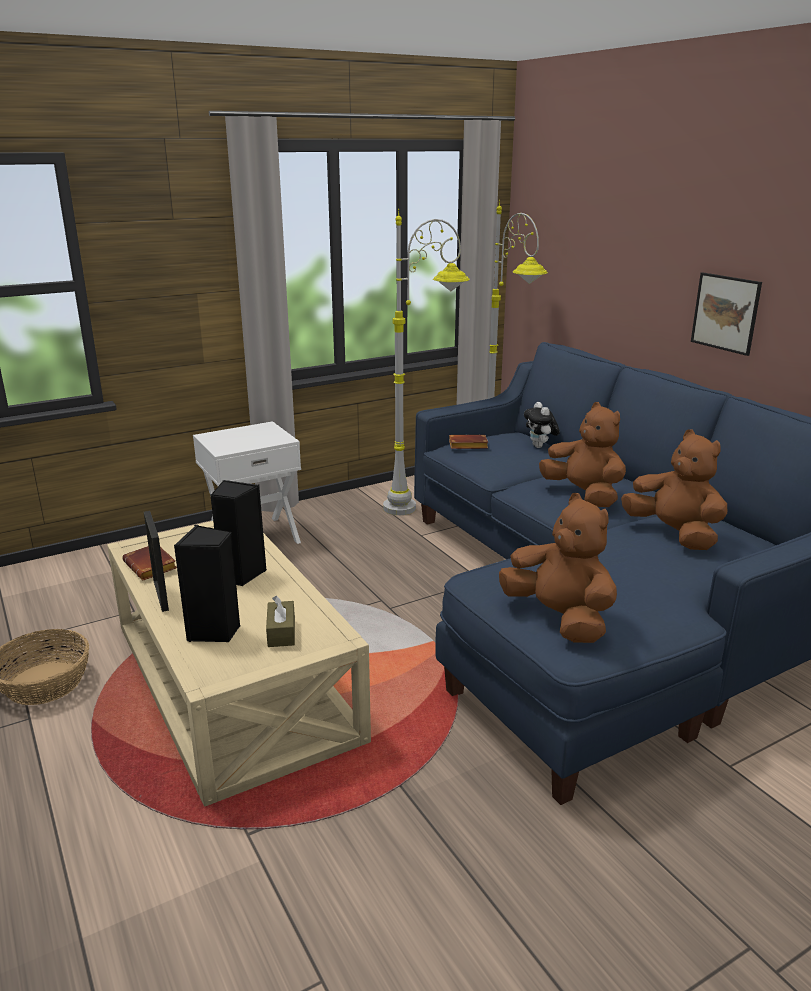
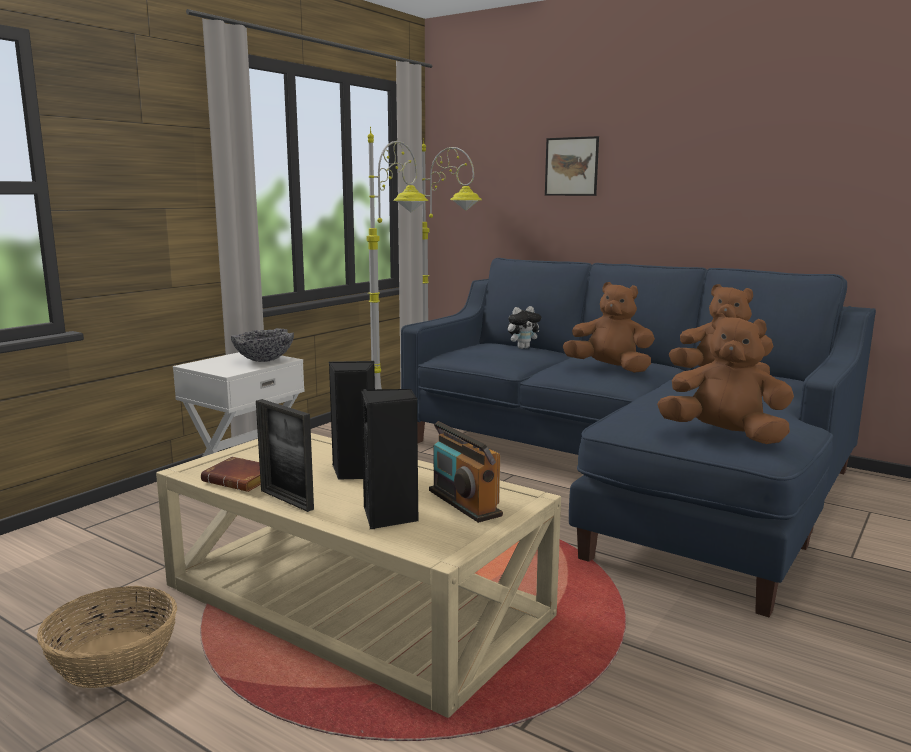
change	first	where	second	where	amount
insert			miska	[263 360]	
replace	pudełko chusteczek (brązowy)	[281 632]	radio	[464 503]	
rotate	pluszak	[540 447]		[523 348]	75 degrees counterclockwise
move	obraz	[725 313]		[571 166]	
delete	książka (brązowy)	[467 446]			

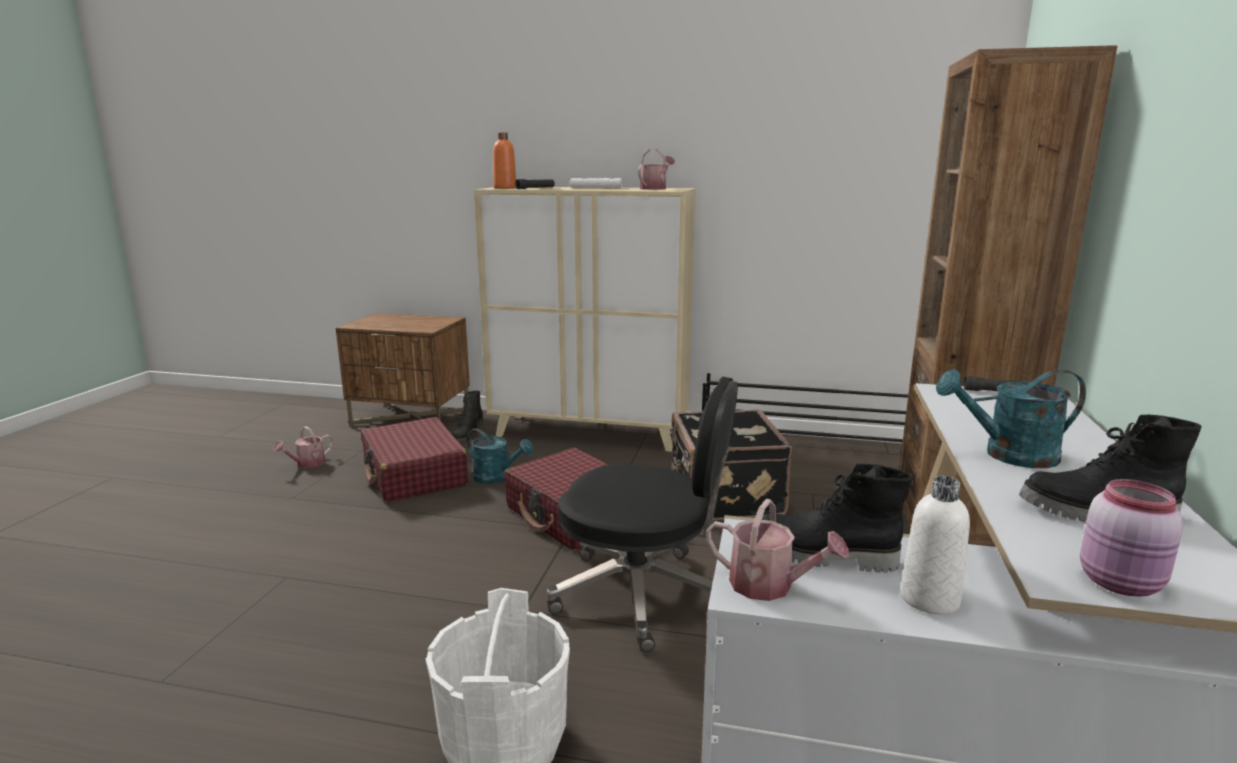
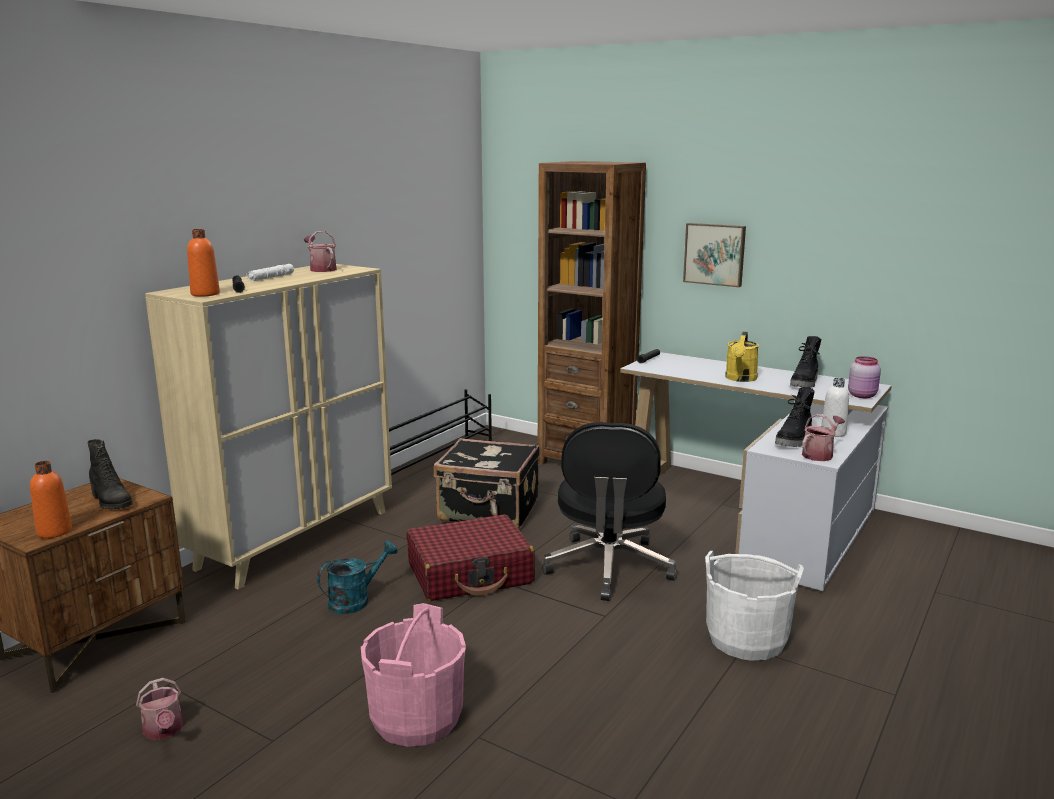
change	first	where	second	where	amount
insert			butelka (pomarańczowy)	[54 532]	
move	but z cholewką (czarny)	[466 436]		[111 502]	
insert			wiadro (różowy)	[416 718]	
rotate	krzesło biurowe (czarny)	[643 594]		[609 568]	150 degrees clockwise
insert			obraz	[715 254]	
recolor	konewka (turkusowy)	[1008 456]	konewka (żółty)	[740 379]	
delete	walizka (czerwony)	[414 474]			

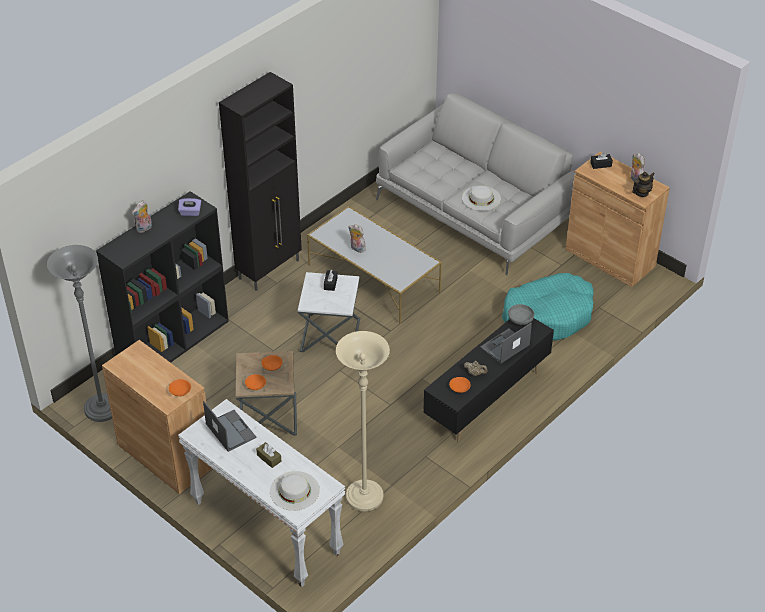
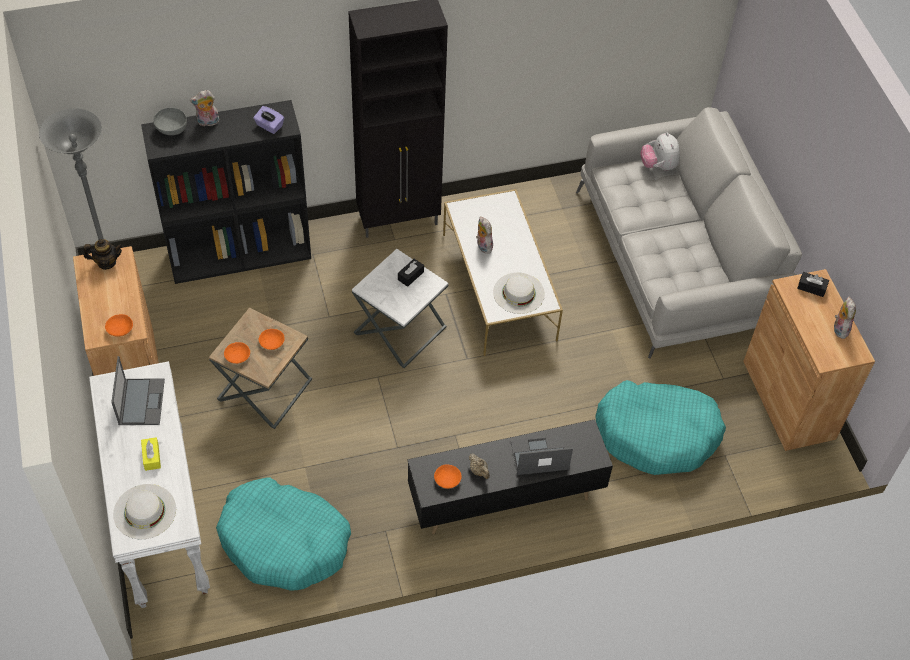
change	first	where	second	where	amount
move	imbryk	[641 193]		[106 262]	
recolor	pudełko chusteczek (brązowy)	[269 458]	pudełko chusteczek (żółty)	[151 457]	
move	miska (szary)	[520 320]		[171 129]	
replace	lampa stojąca (beżowy)	[364 497]	legowisko (turkusowy)	[284 542]	
move	kapelusz (biały)	[481 198]		[518 293]	
insert			pluszak	[658 166]	

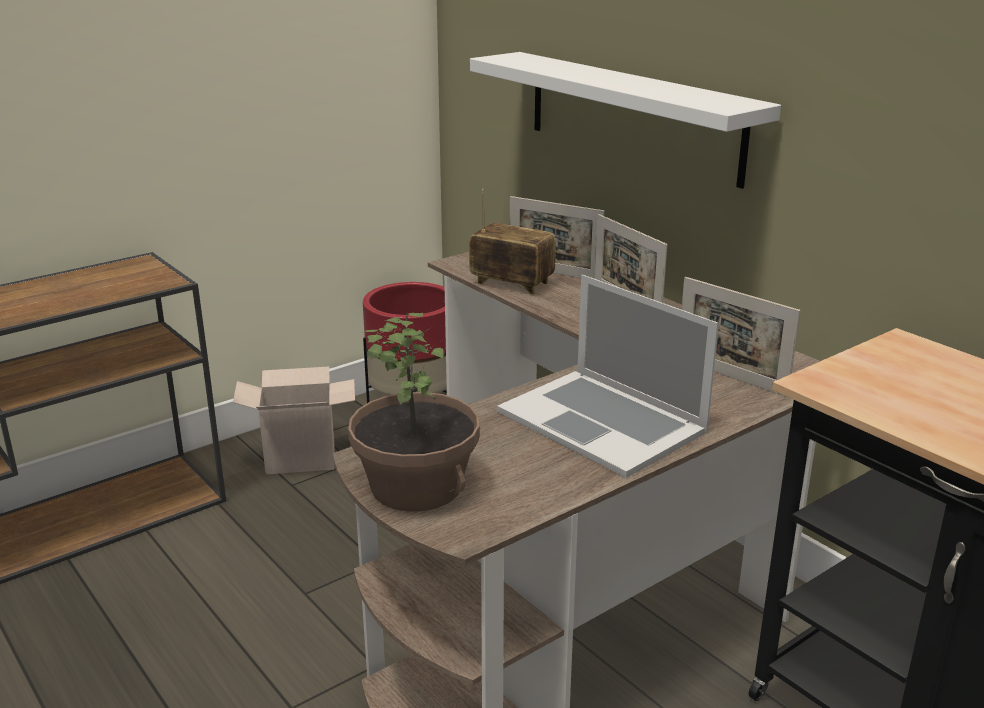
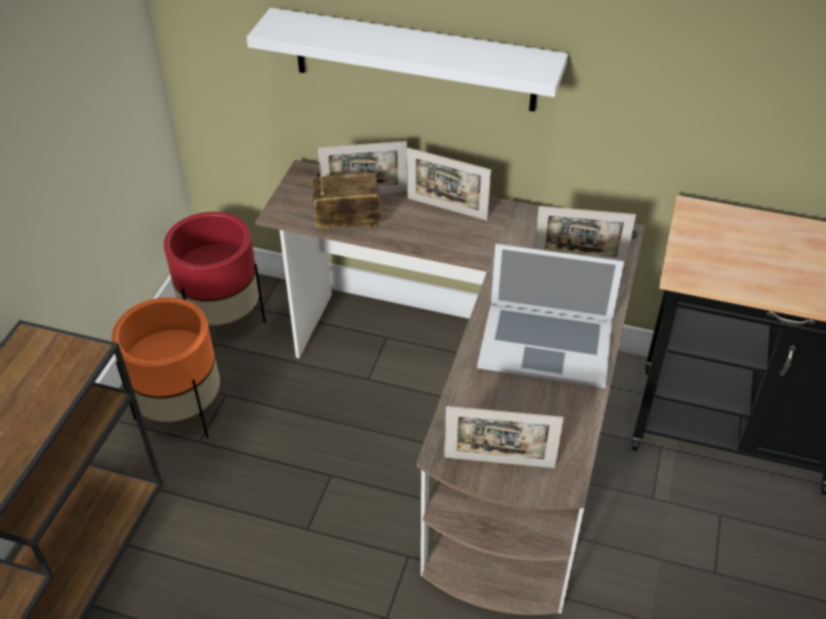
change	first	where	second	where	amount
replace	karton	[303 458]	donica (pomarańczowy)	[181 411]	
replace	roślina doniczkowa	[417 486]	ramka na zdjęcie	[499 462]	

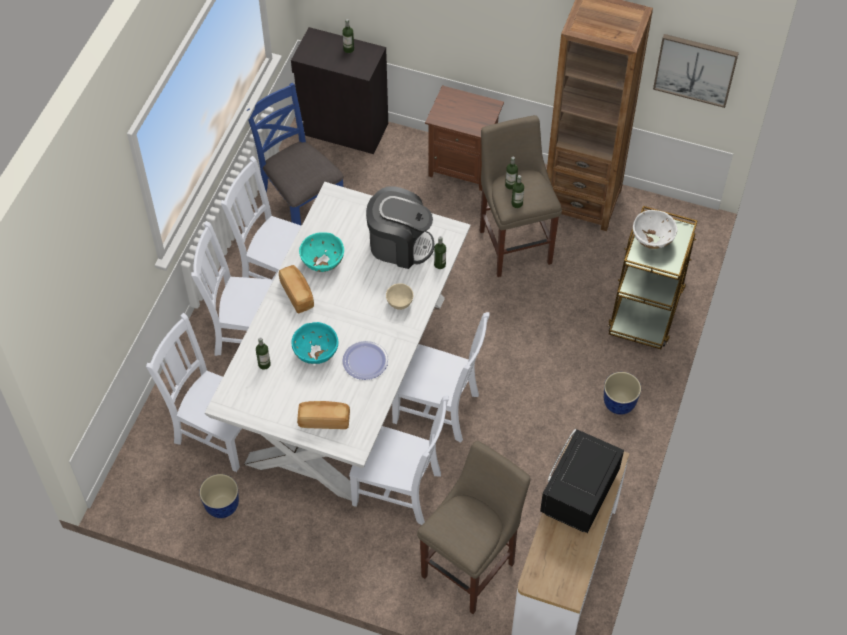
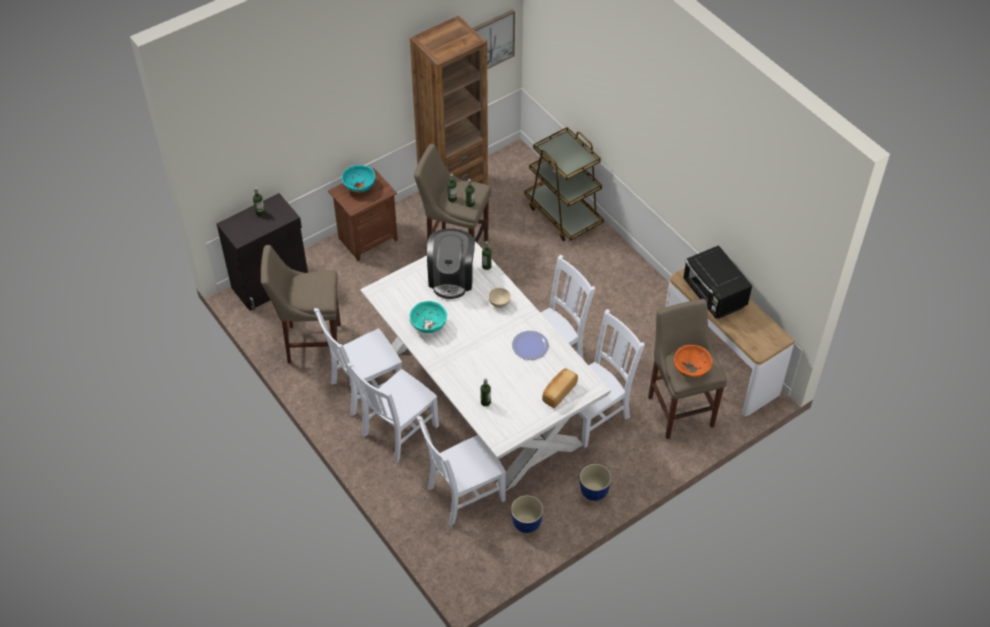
change	first	where	second	where	amount
replace	krzesło (niebieski)	[300 202]	stołek (beżowy)	[310 343]	
move	miska (turkusowy)	[316 353]		[359 187]	
rotate	ekspres do kawy	[399 244]		[451 278]	135 degrees clockwise
move	donica	[618 404]		[594 492]	
insert			miska (pomarańczowy)	[691 370]	
delete	chleb	[298 294]			
delete	miska (biały)	[652 240]			

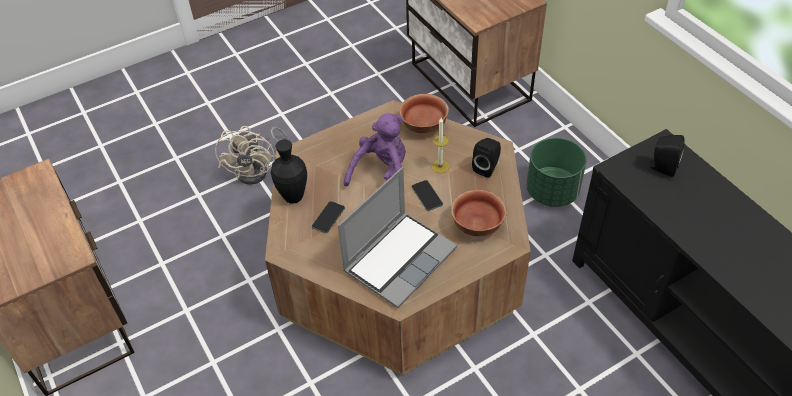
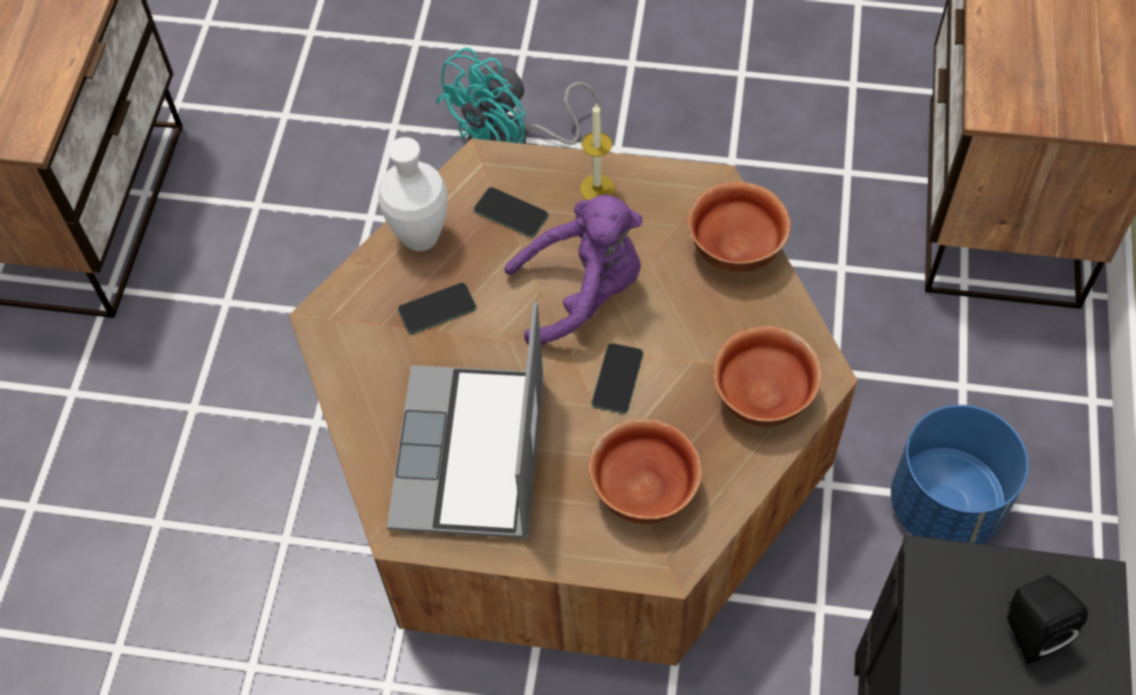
change	first	where	second	where	amount
recolor	wazon (czarny)	[293 197]	wazon (biały)	[420 238]	
rotate	laptop	[399 258]		[472 456]	105 degrees clockwise
recolor	wentylator (beżowy)	[258 170]	wentylator (turkusowy)	[512 141]	
insert			telefon	[511 213]	
move	świeca	[440 166]		[597 188]	
replace	głośnik (czarny)	[487 167]	miska	[764 398]	
recolor	donica (zielony)	[552 191]	donica (niebieski)	[945 505]	

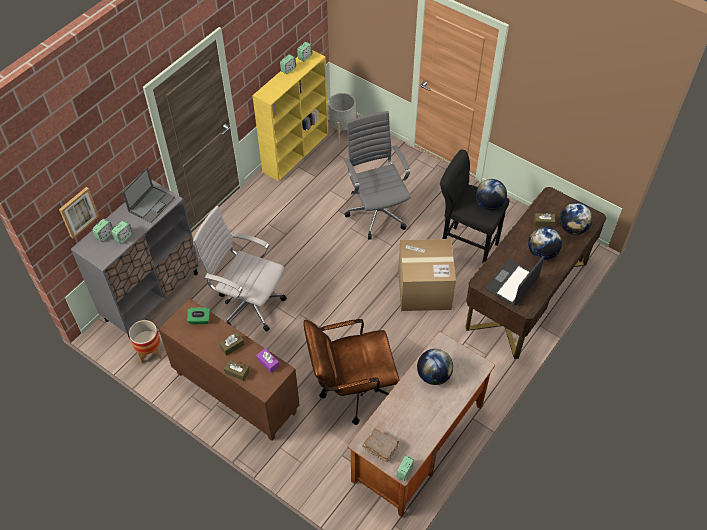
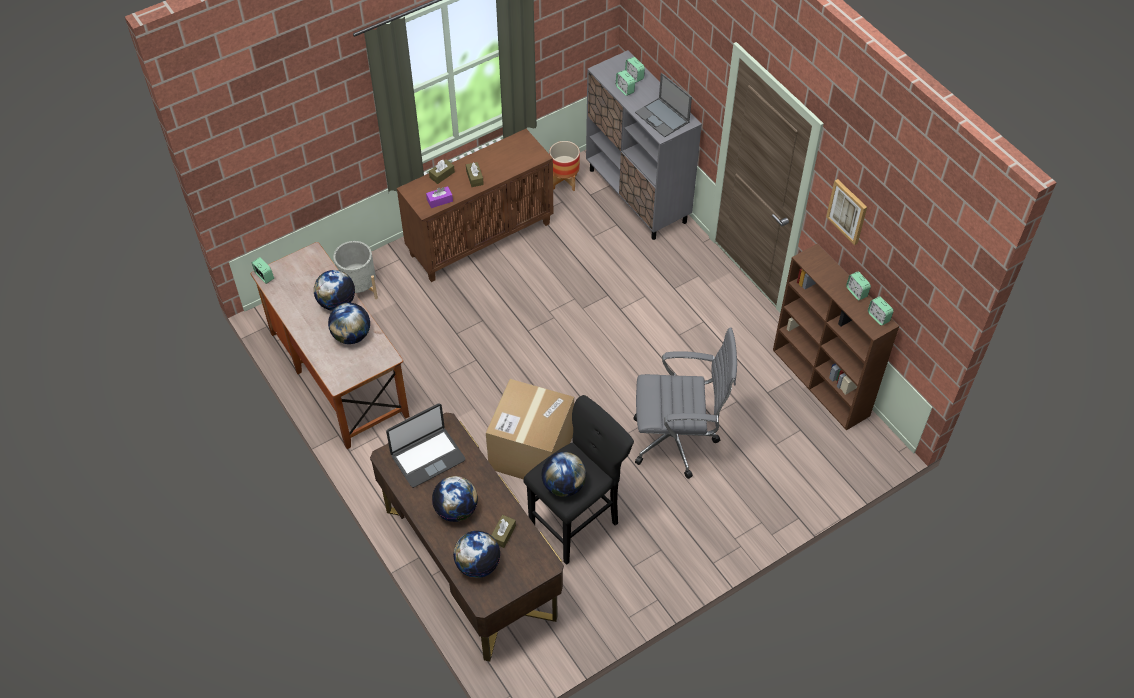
change	first	where	second	where	amount
insert			globus	[336 302]	
move	donica (szary)	[342 129]		[358 288]	
rotate	laptop	[512 283]		[427 457]	90 degrees clockwise
recolor	regał (żółty)	[296 152]	regał (brązowy)	[821 383]	
move	obraz	[78 212]		[847 211]	
delete	pudełko chusteczek (zielony)	[199 320]			
delete	krzesło biurowe (biały)	[247 304]			
delete	krzesło biurowe (brązowy)	[351 390]			
delete	książka (brązowy)	[380 447]			

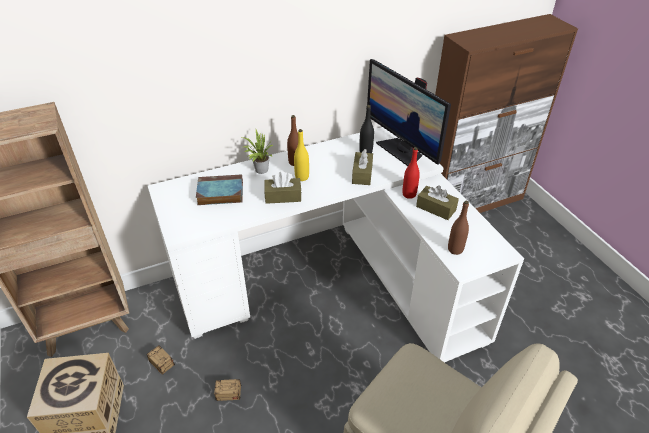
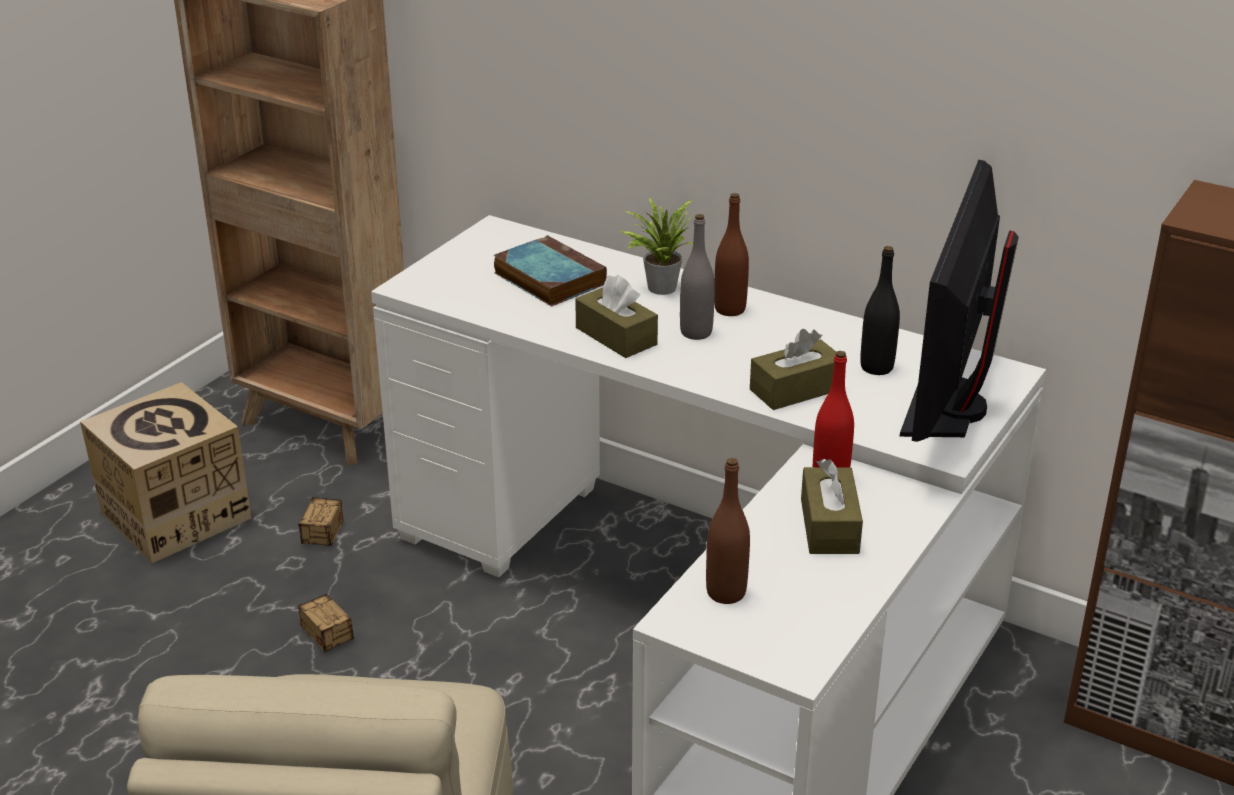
change	first	where	second	where	amount
recolor	butelka (żółty)	[302 177]	butelka (szary)	[696 332]	

